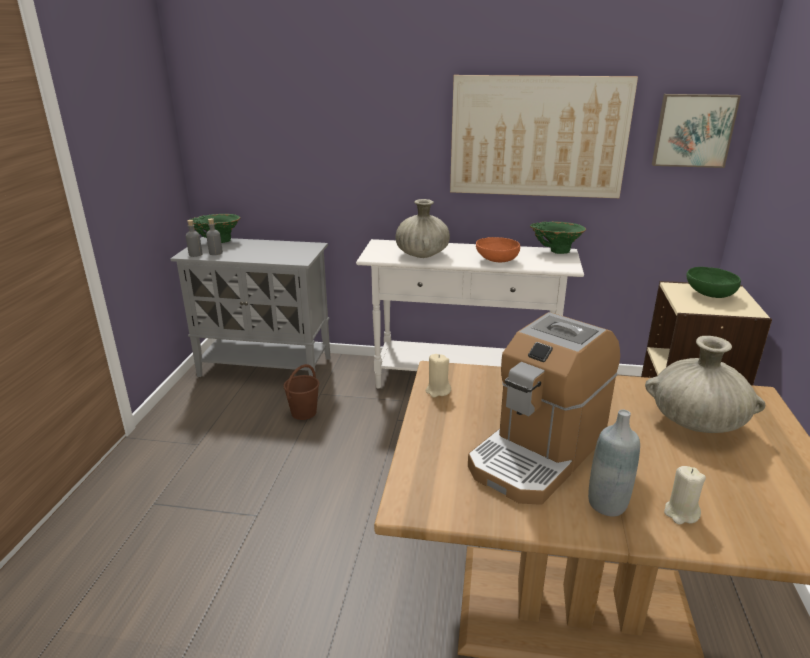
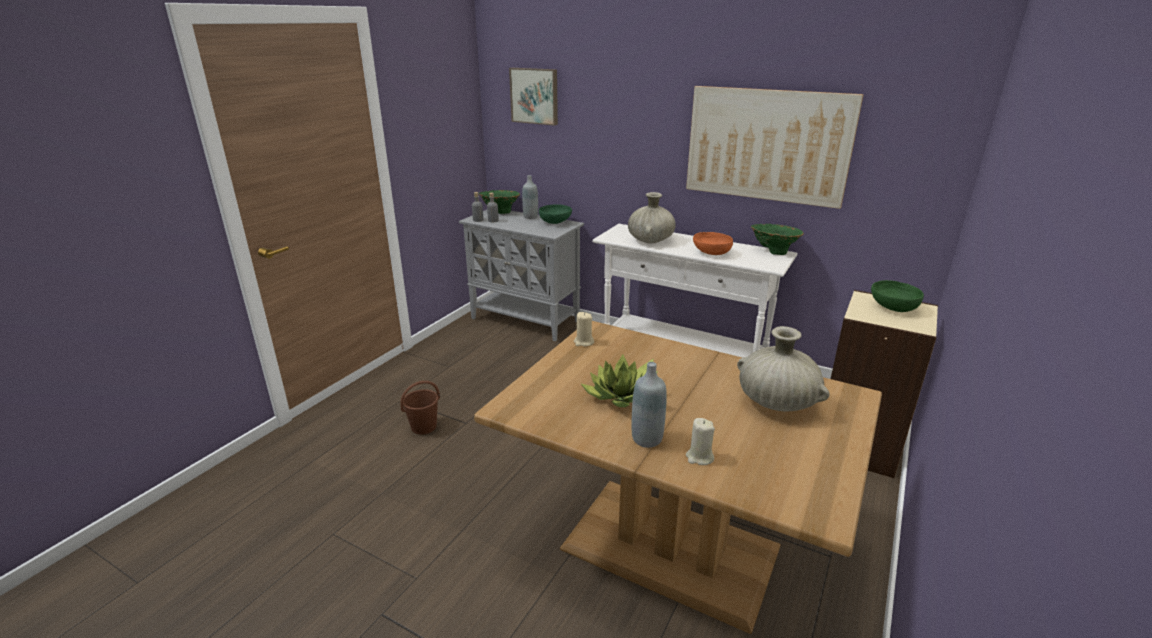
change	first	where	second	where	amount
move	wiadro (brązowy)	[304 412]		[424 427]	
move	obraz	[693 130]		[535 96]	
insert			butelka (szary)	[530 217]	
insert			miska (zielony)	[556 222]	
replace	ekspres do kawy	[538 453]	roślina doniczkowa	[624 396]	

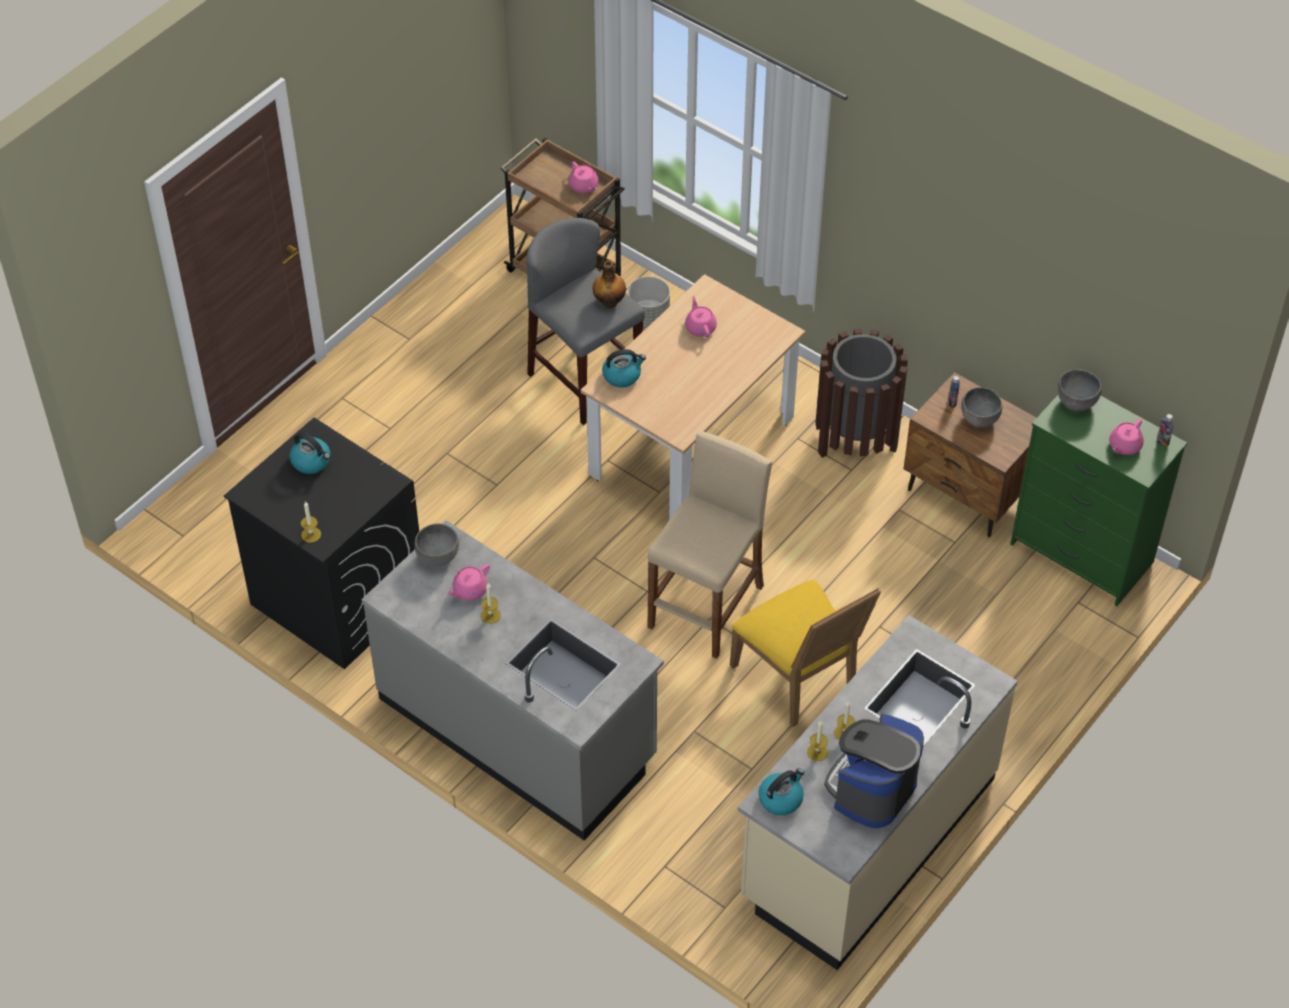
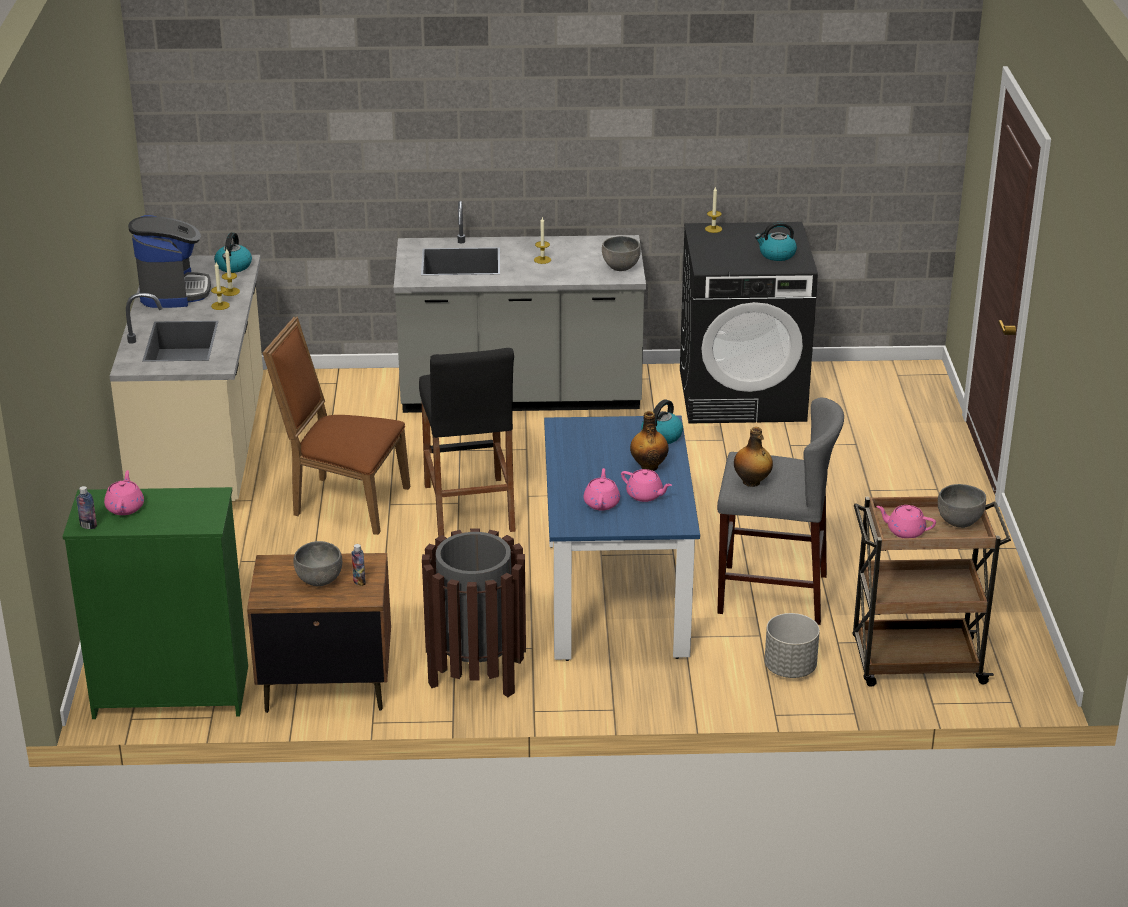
change	first	where	second	where	amount
recolor	krzesło (żółty)	[799 681]	krzesło (brązowy)	[344 502]	
recolor	stołek (beżowy)	[707 606]	stołek (czarny)	[469 508]	
recolor	stół jadalny (beżowy)	[692 446]	stół jadalny (niebieski)	[616 596]	
move	imbryk (różowy)	[469 590]		[601 503]	
insert			butelka	[649 466]	
move	miska (szary)	[1076 403]		[959 522]	

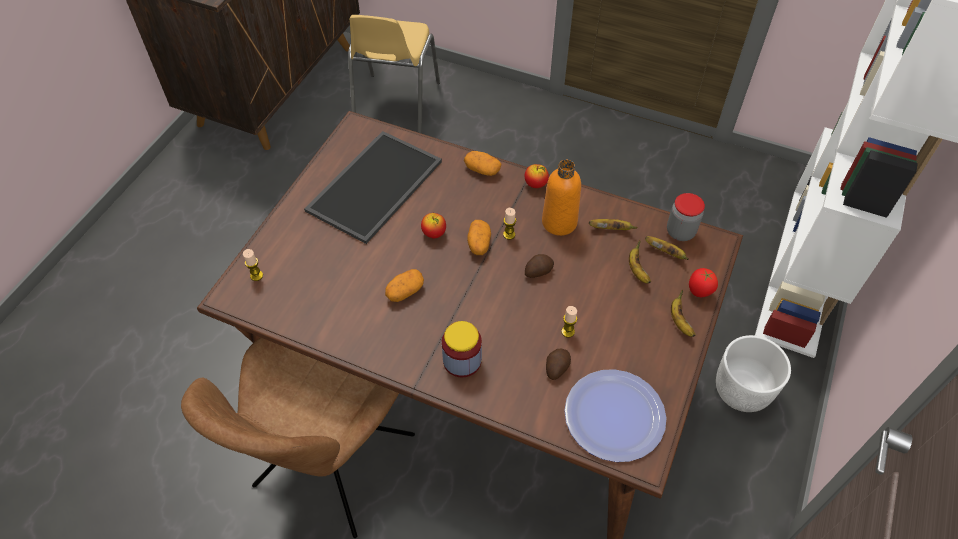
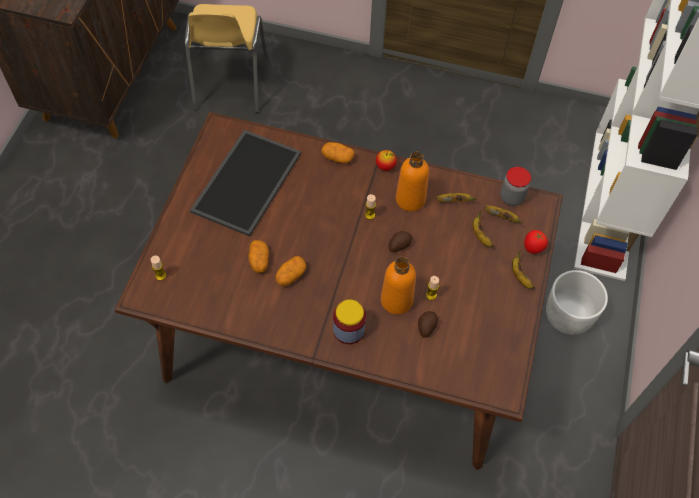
change	first	where	second	where	amount
move	ziemniak	[479 244]		[259 261]	
insert			butelka (pomarańczowy)	[396 300]	
delete	krzesło (brązowy)	[331 465]			
delete	jabłko	[434 234]			
delete	talerz	[614 416]			

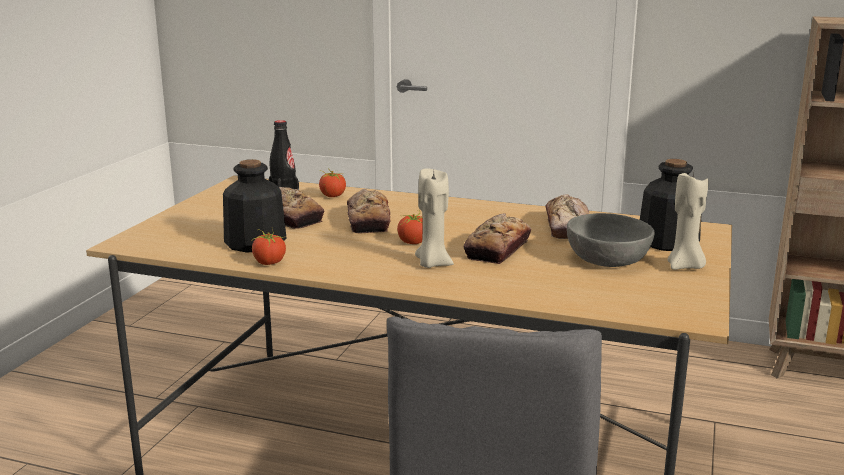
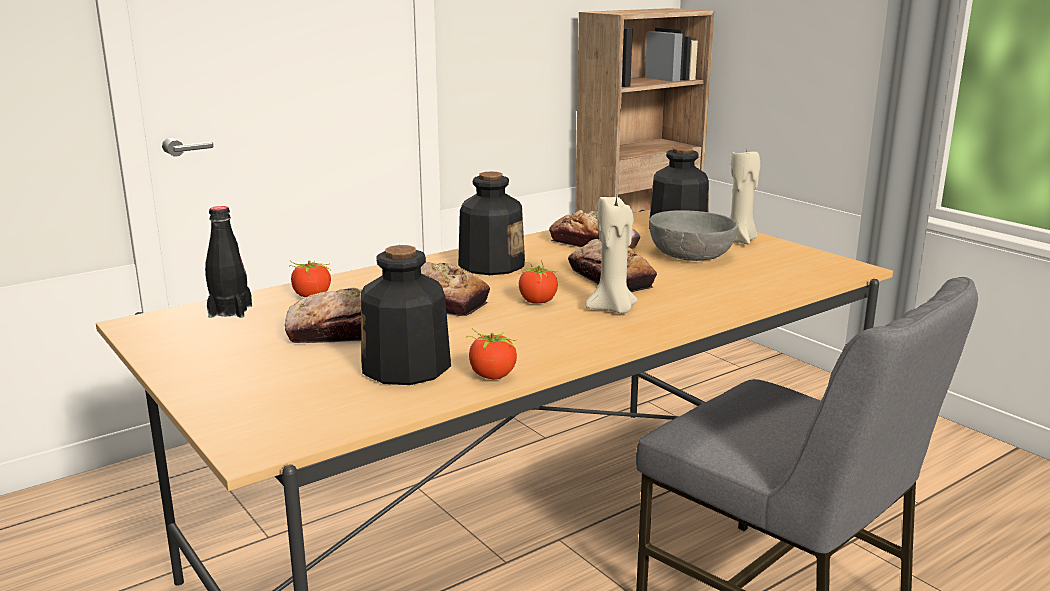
change	first	where	second	where	amount
insert			butelka	[491 265]	

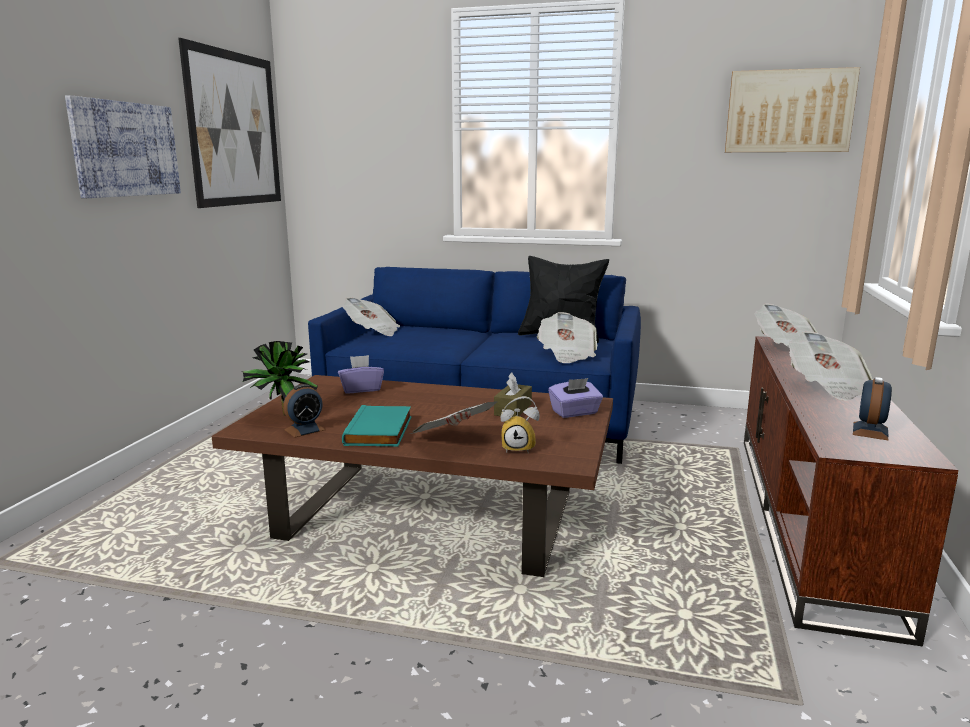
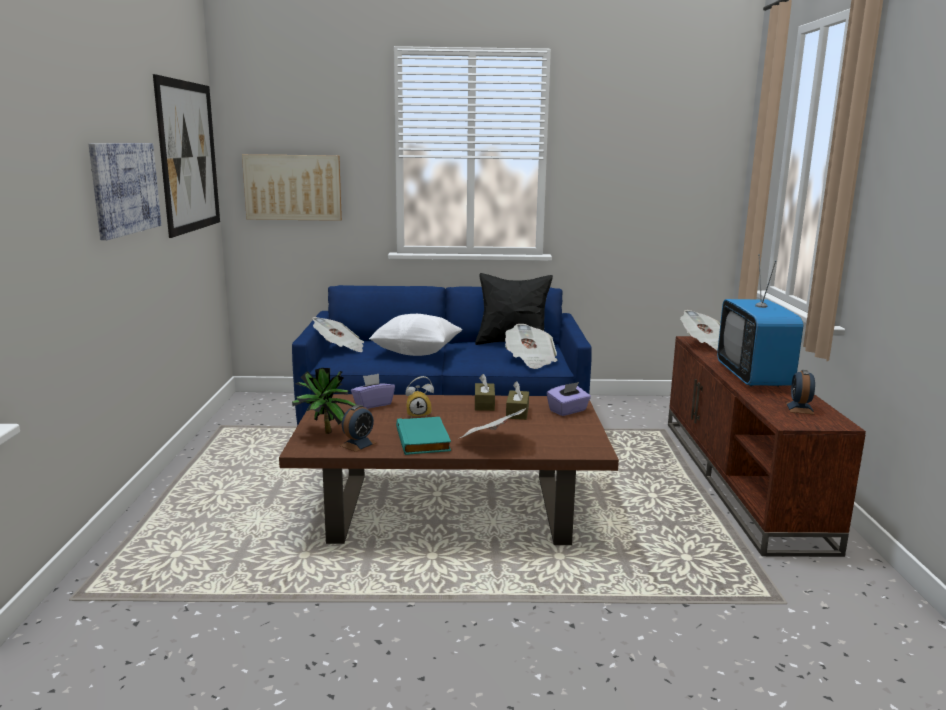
change	first	where	second	where	amount
move	obraz	[789 111]		[293 187]	
insert			poduszka (biały)	[416 353]	
move	budzik	[519 448]		[419 415]	
insert			pudełko chusteczek (brązowy)	[484 404]	
replace	gazeta	[827 387]	telewizor	[753 377]	

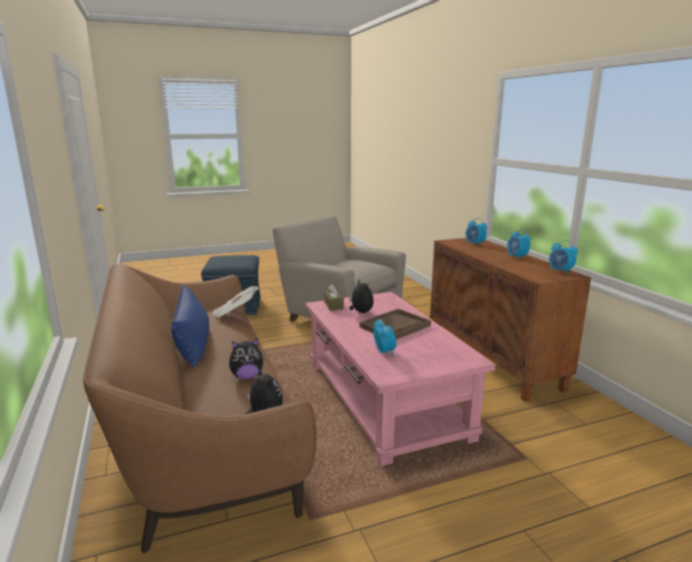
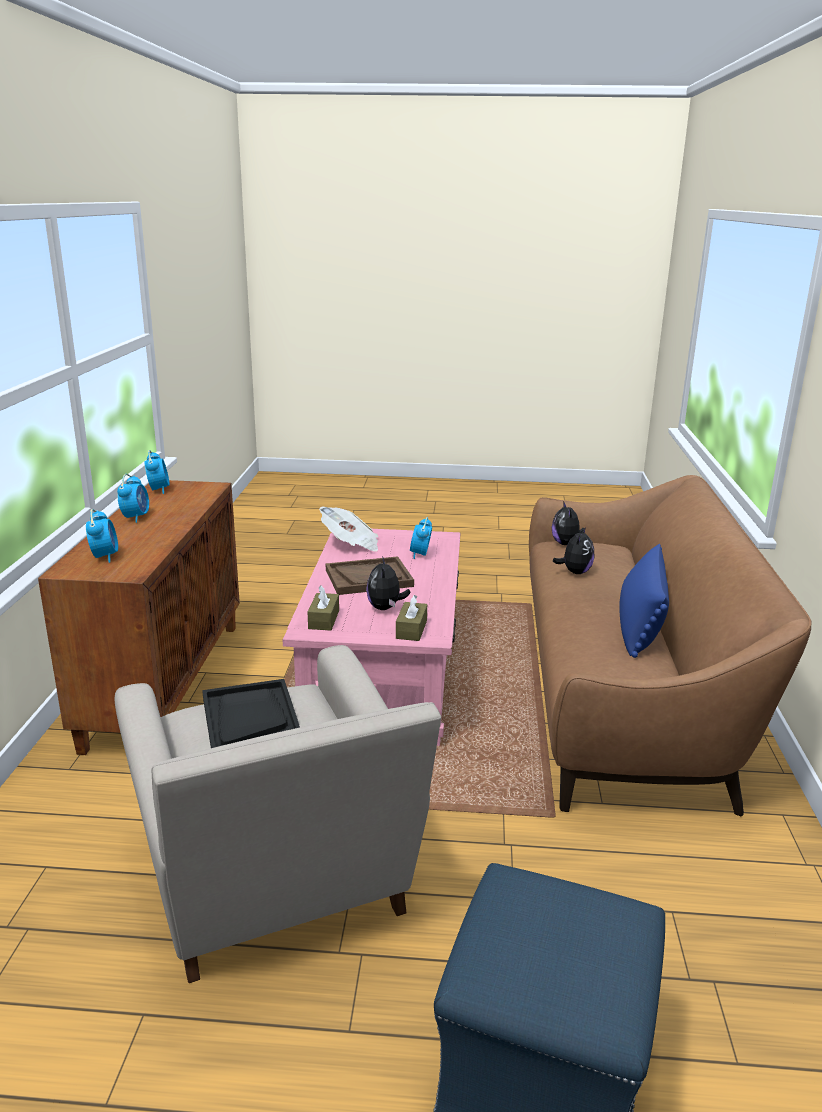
change	first	where	second	where	amount
insert			taca (czarny)	[250 720]	
insert			pudełko chusteczek (brązowy)	[324 619]	
move	gazeta	[235 313]		[351 544]	
rotate	pluszak	[247 376]		[575 572]	105 degrees clockwise

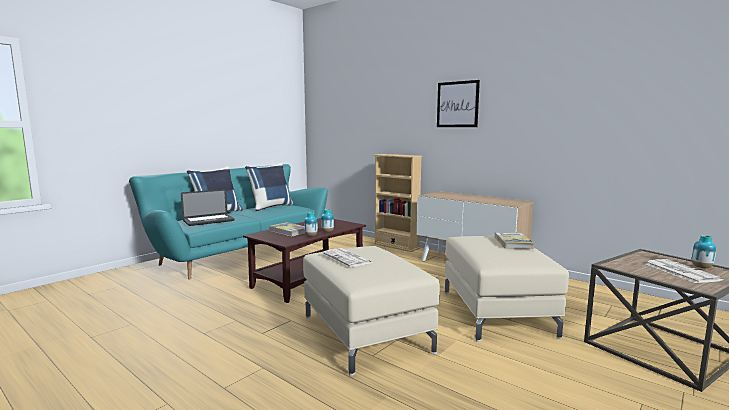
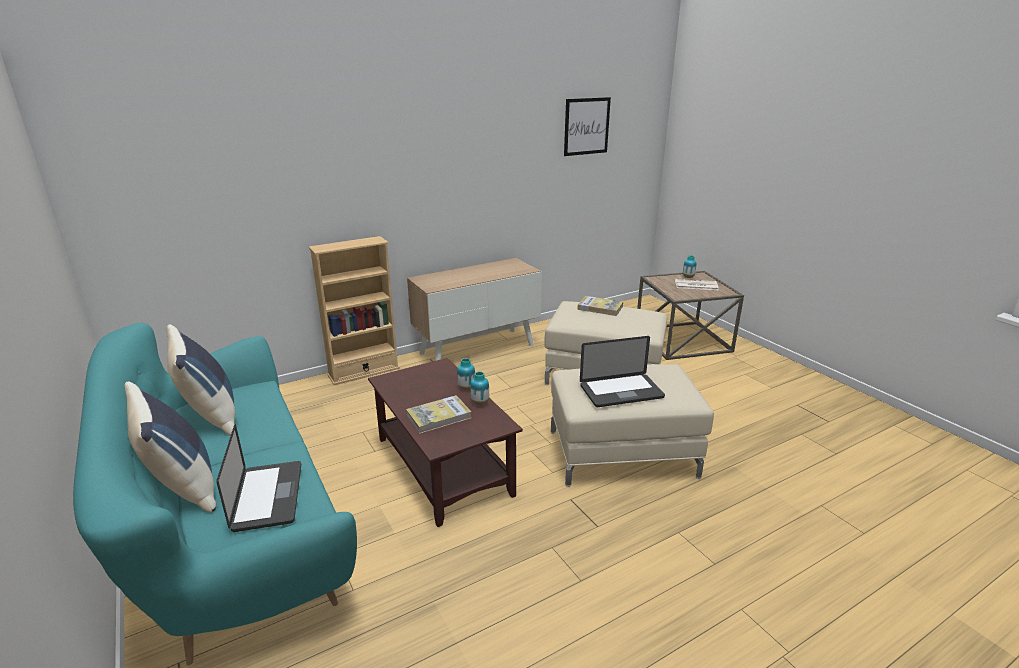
change	first	where	second	where	amount
move	obraz	[457 104]		[586 126]	
replace	gazeta	[348 258]	laptop	[621 392]	

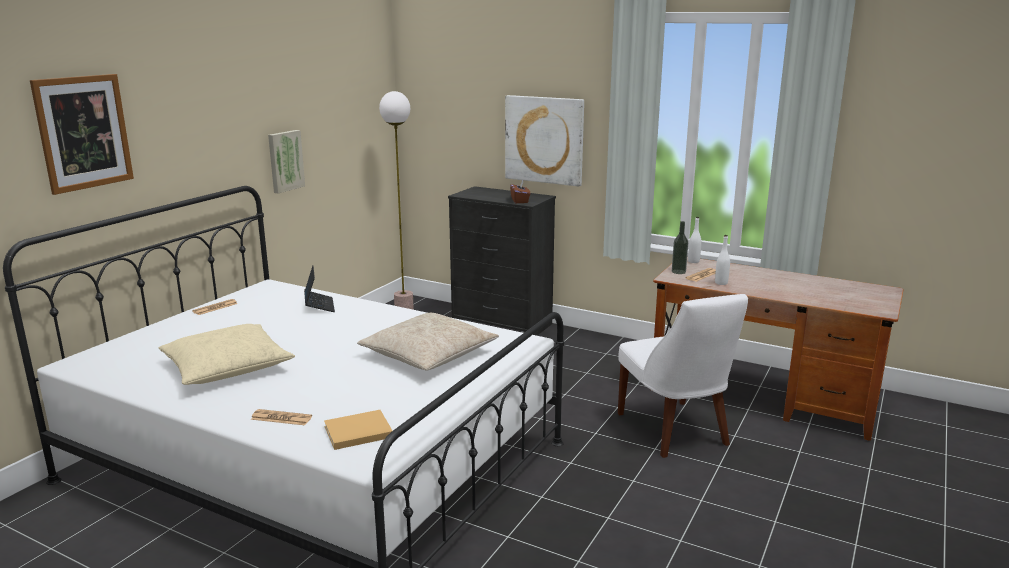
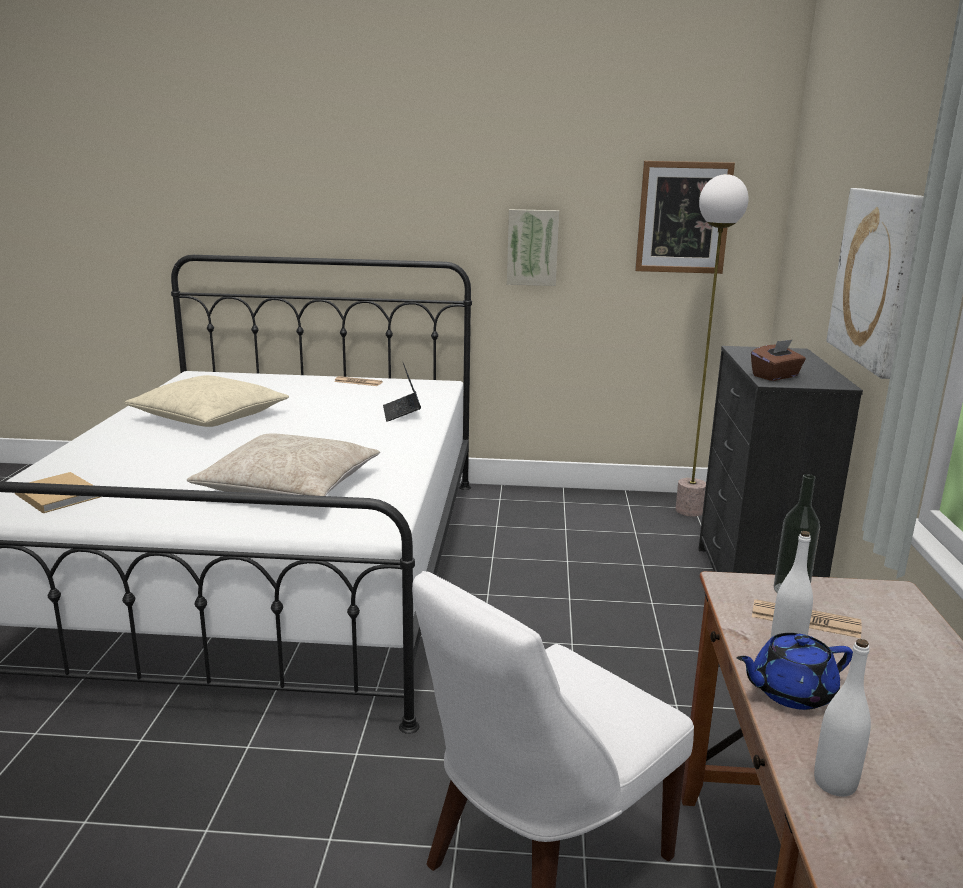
change	first	where	second	where	amount
rotate	laptop	[319 306]		[401 413]	120 degrees clockwise
move	obraz	[83 132]		[683 217]	
insert			imbryk (niebieski)	[790 692]	
move	butelka (biały)	[693 261]		[834 783]	
delete	gazeta	[281 418]			

